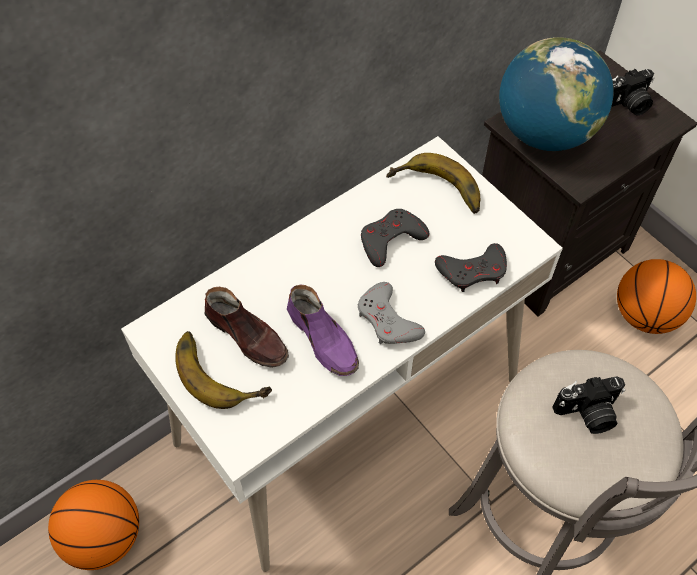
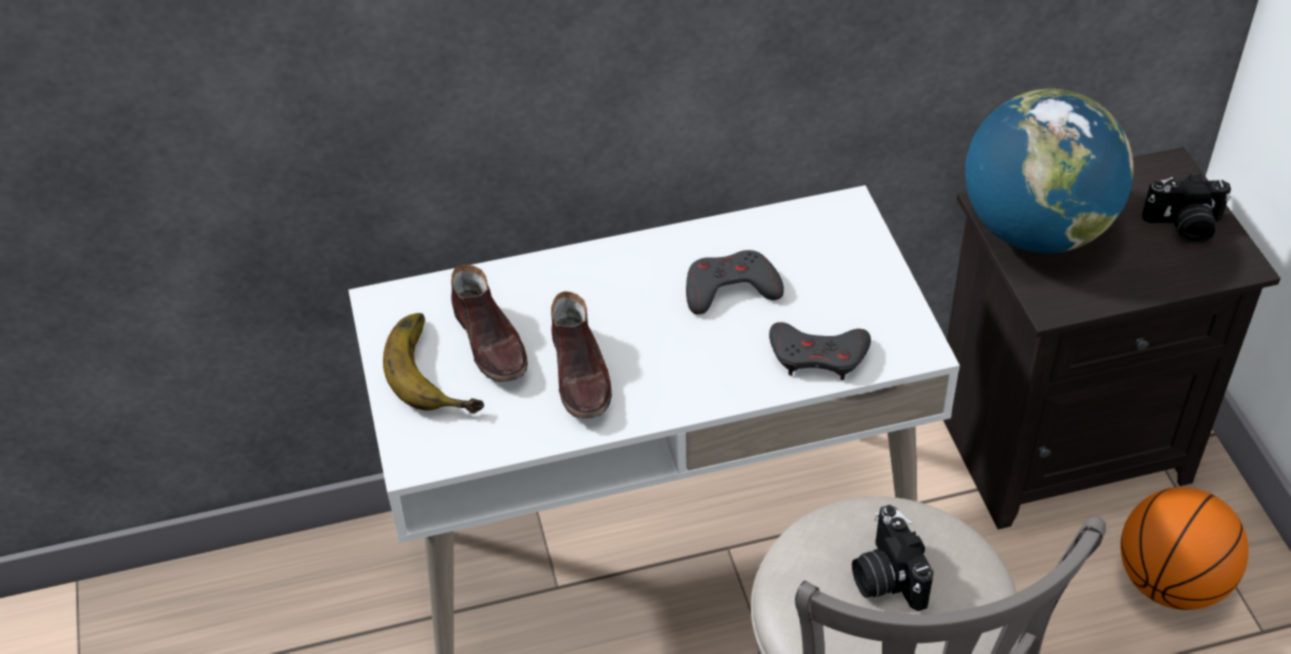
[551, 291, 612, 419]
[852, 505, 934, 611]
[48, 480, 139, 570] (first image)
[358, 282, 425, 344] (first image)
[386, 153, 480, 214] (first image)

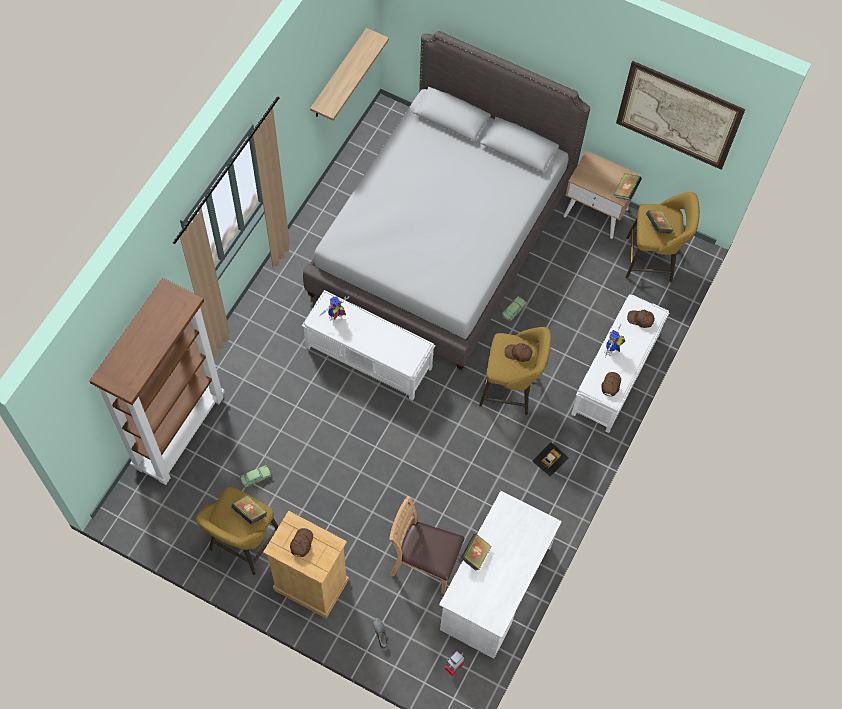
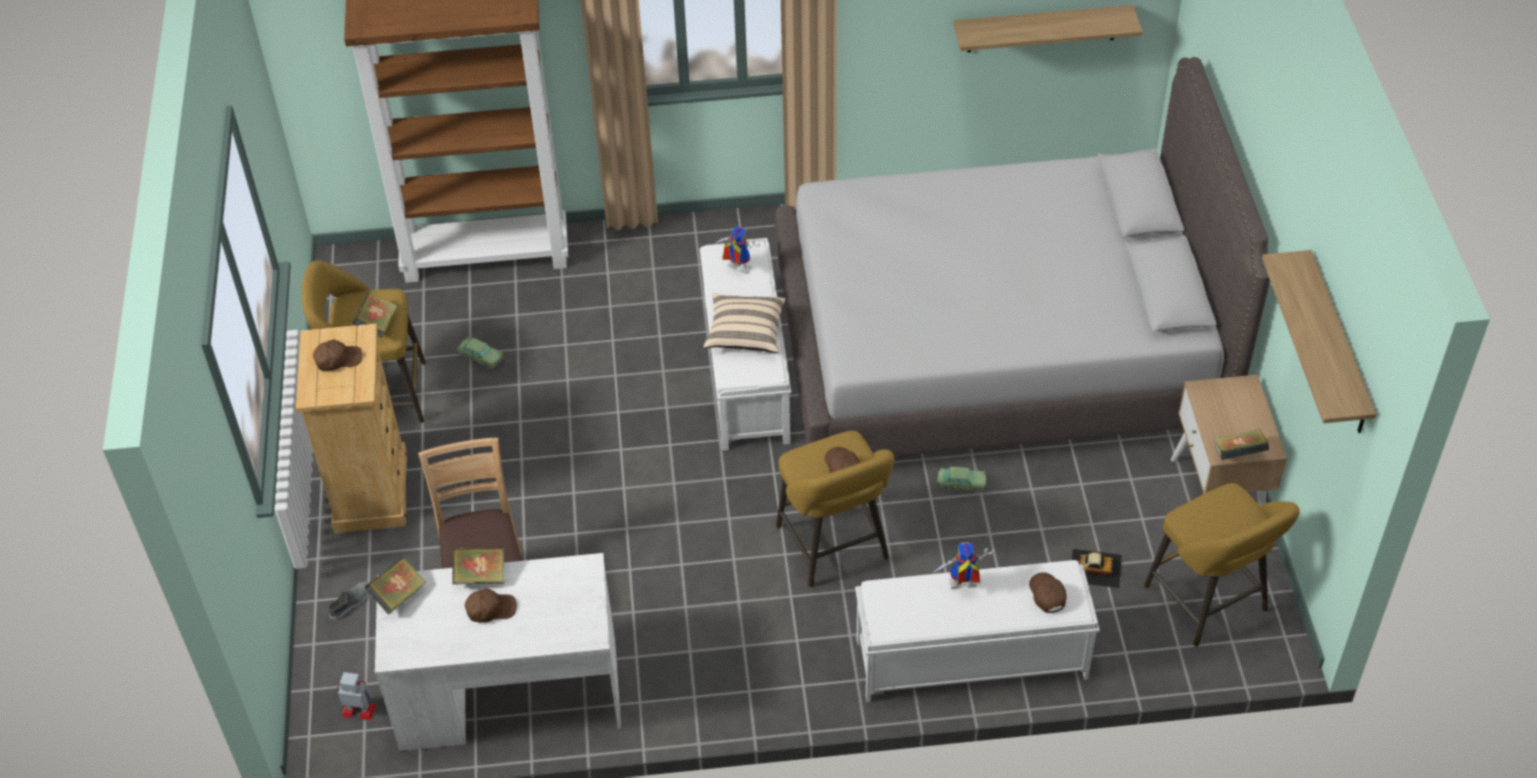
[365, 557, 427, 615]
[465, 589, 517, 623]
[703, 293, 786, 353]
[1072, 549, 1122, 588]
[1262, 250, 1377, 433]

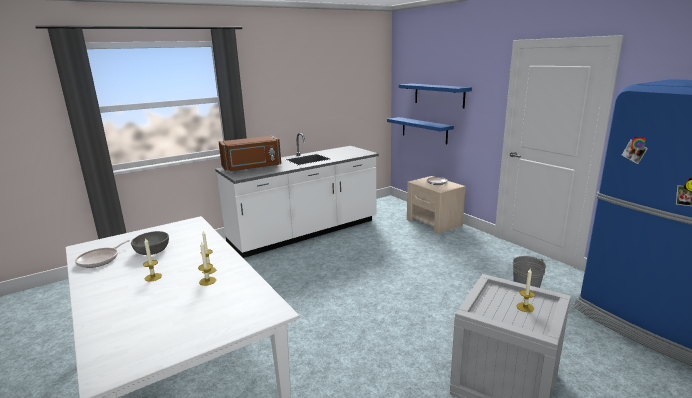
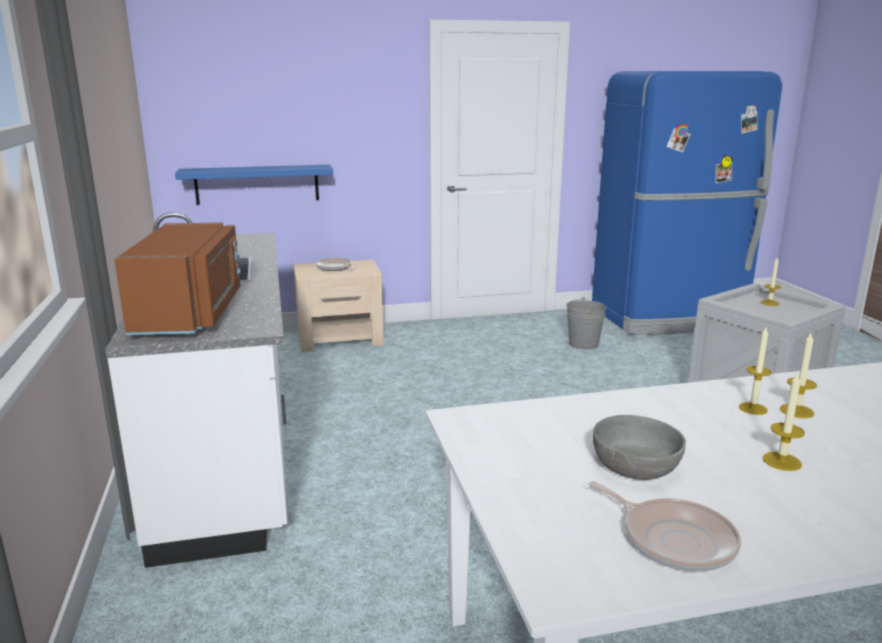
[399, 84, 472, 108] (first image)

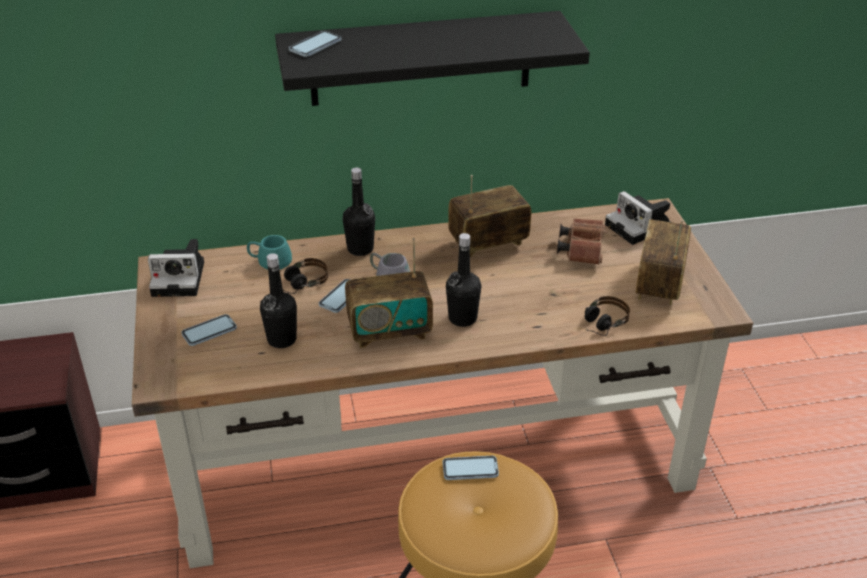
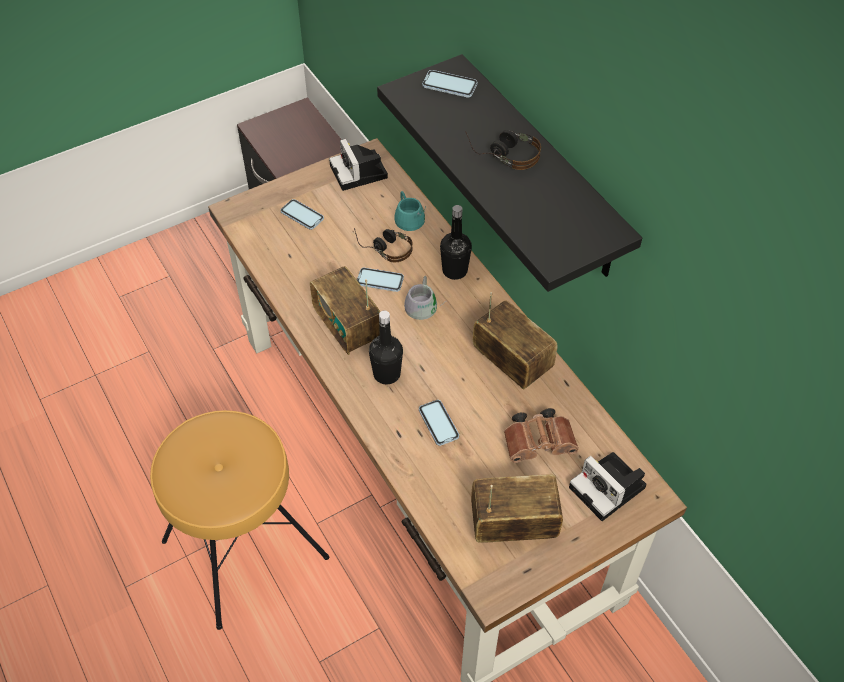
[419, 400, 459, 446]
[465, 130, 541, 170]
[569, 452, 647, 521]
[260, 253, 297, 348] (first image)

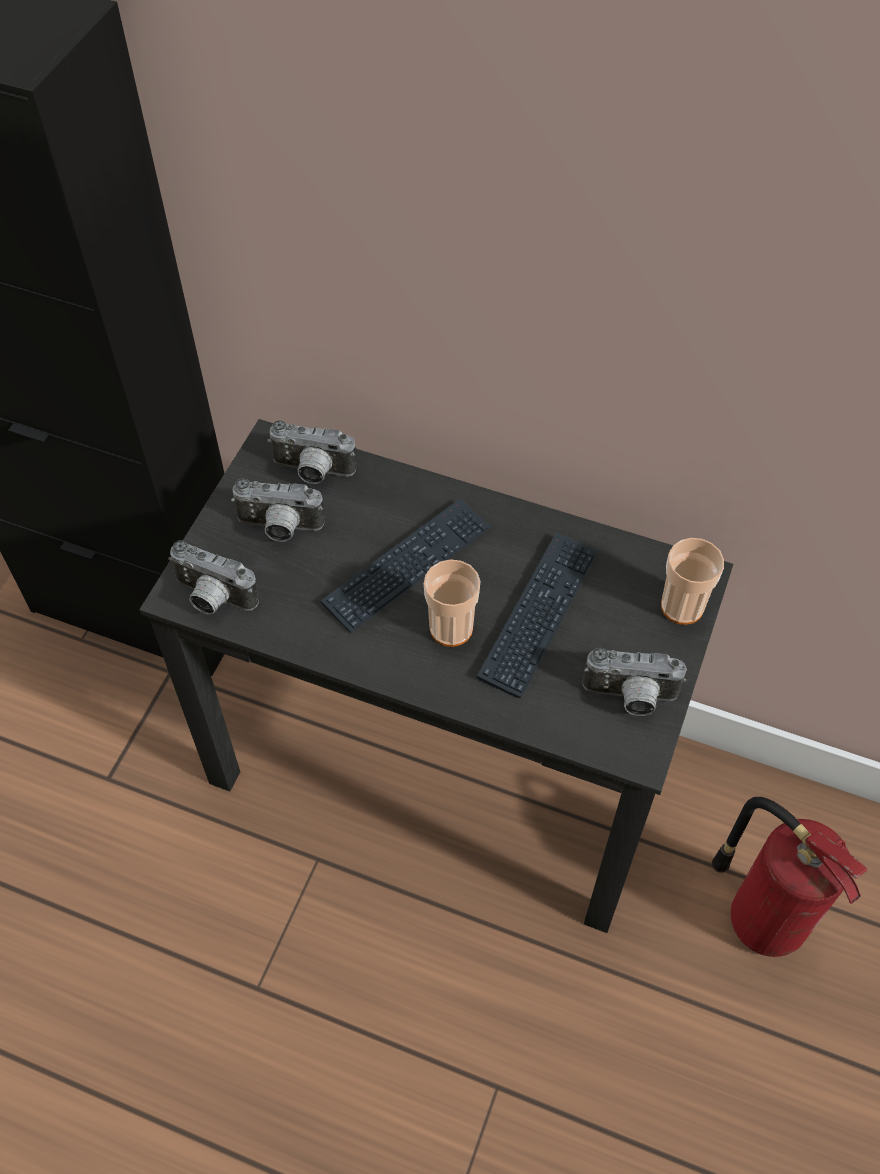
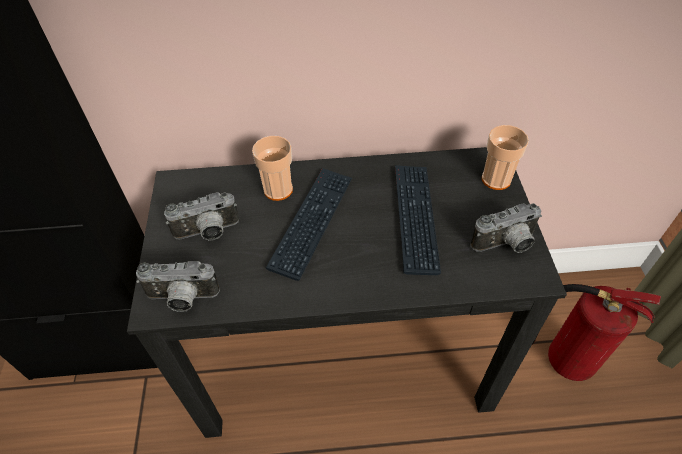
[252, 136, 293, 201]
[268, 420, 356, 484] (first image)

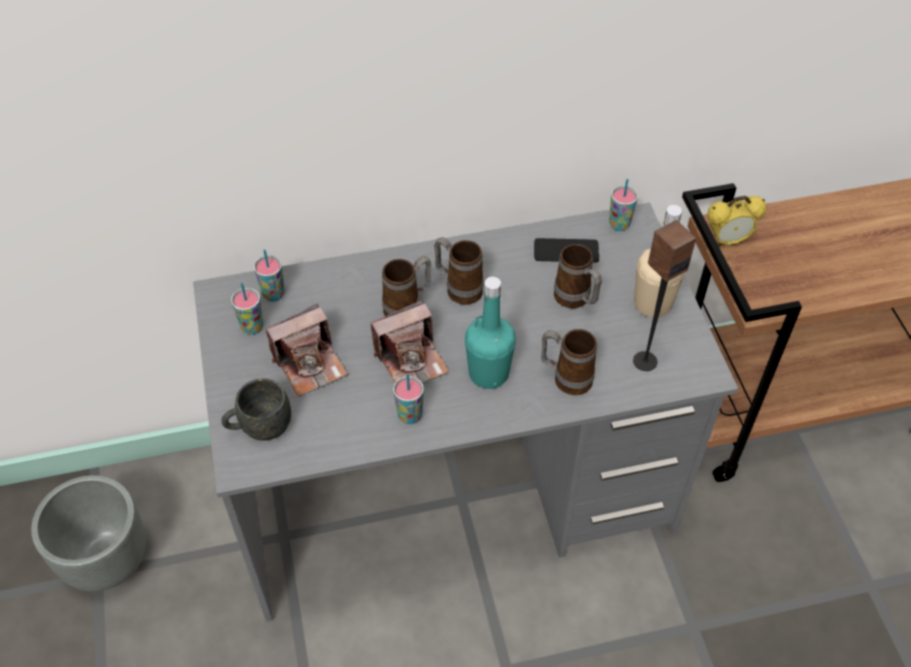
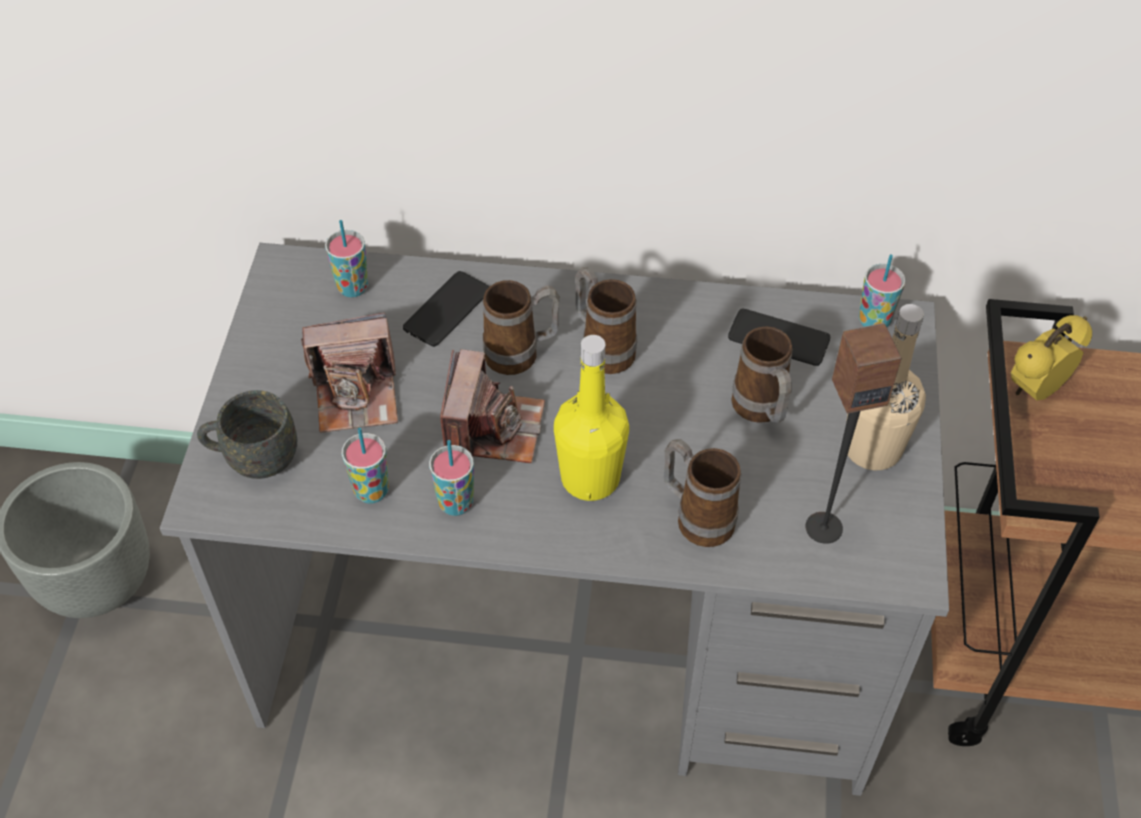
[342, 428, 389, 503]
[403, 271, 490, 347]
[440, 349, 545, 463]
[554, 335, 629, 501]
[1011, 315, 1092, 400]

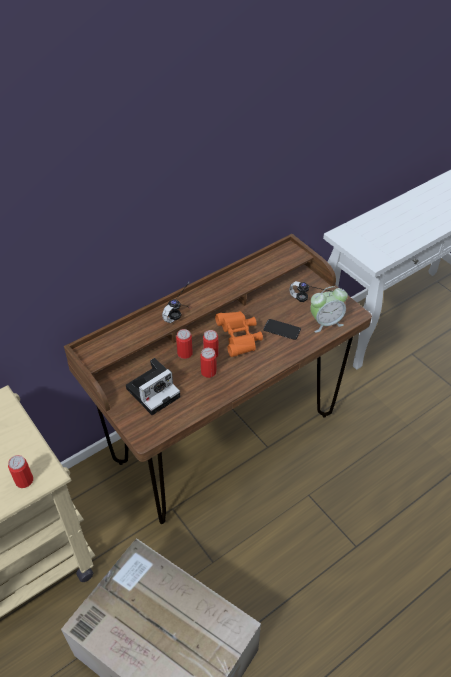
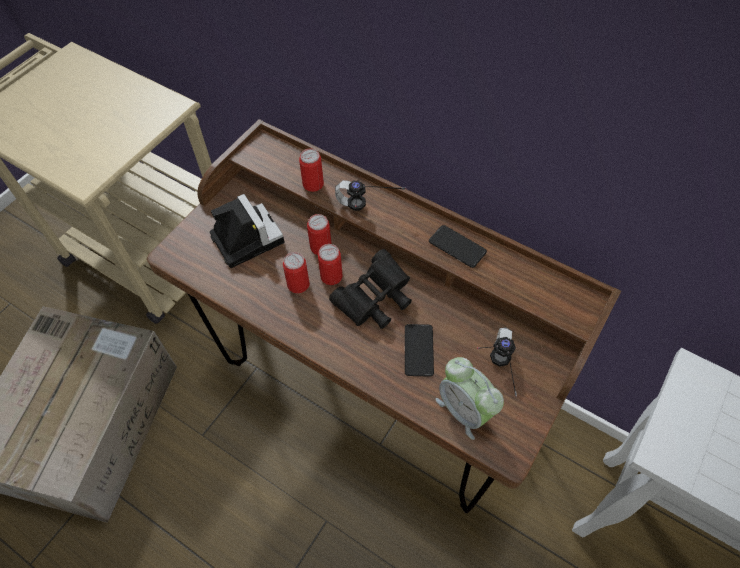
[210, 194, 285, 268]
[299, 149, 324, 192]
[329, 249, 412, 329]
[429, 225, 487, 268]

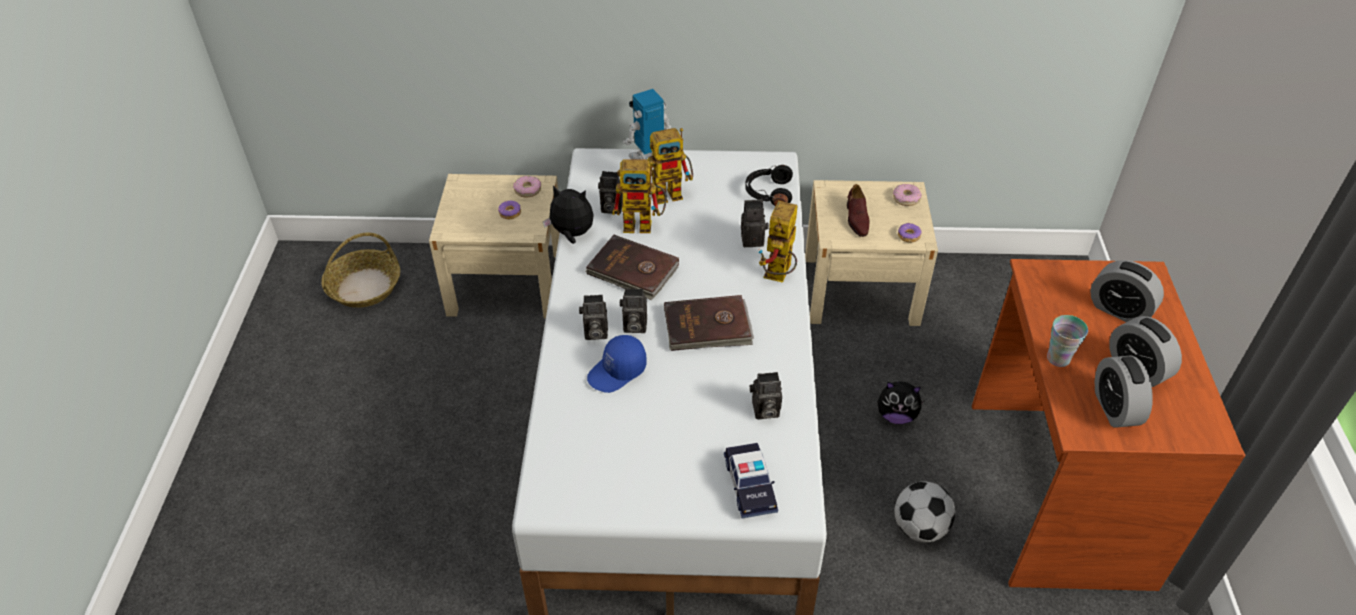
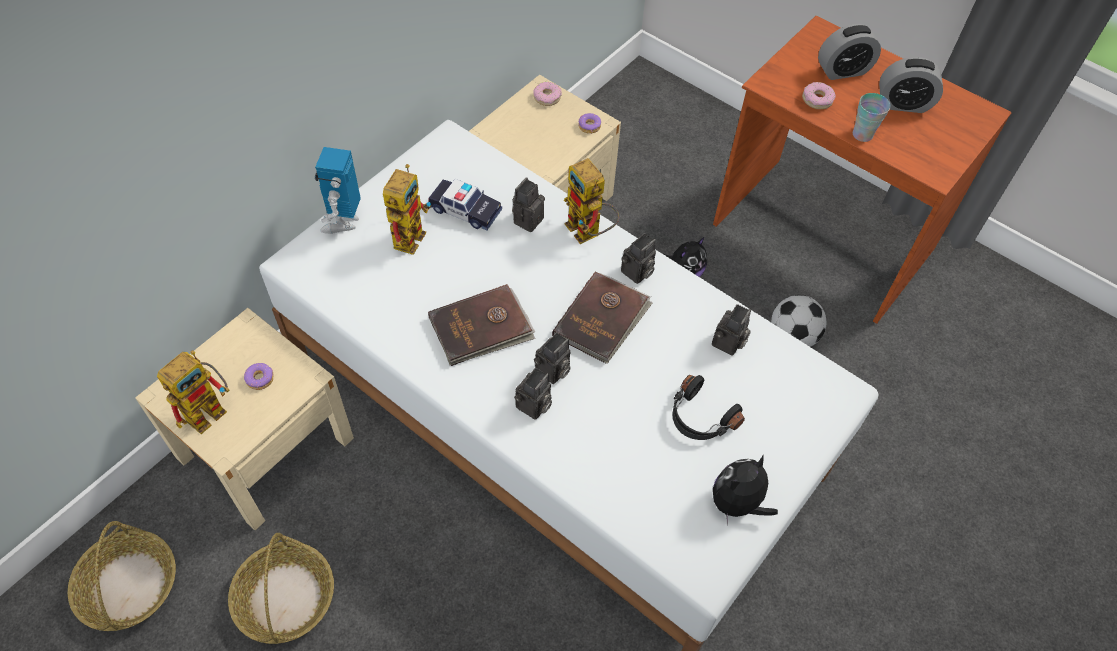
[157, 350, 230, 434]
[228, 533, 334, 644]
[428, 179, 502, 230]
[621, 233, 656, 284]
[672, 375, 745, 440]
[713, 455, 778, 524]
[802, 82, 836, 109]
[587, 335, 647, 393] (first image)
[847, 184, 869, 237] (first image)
[1095, 355, 1153, 427] (first image)

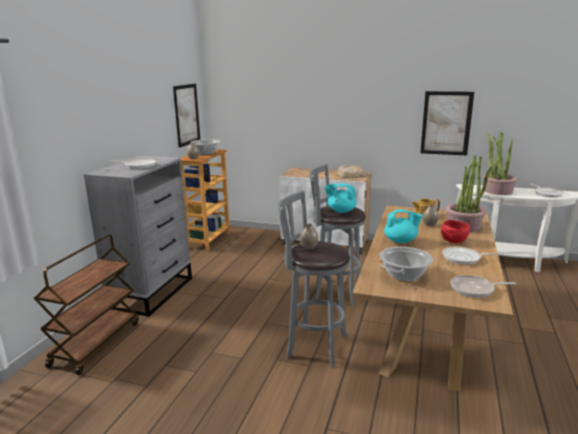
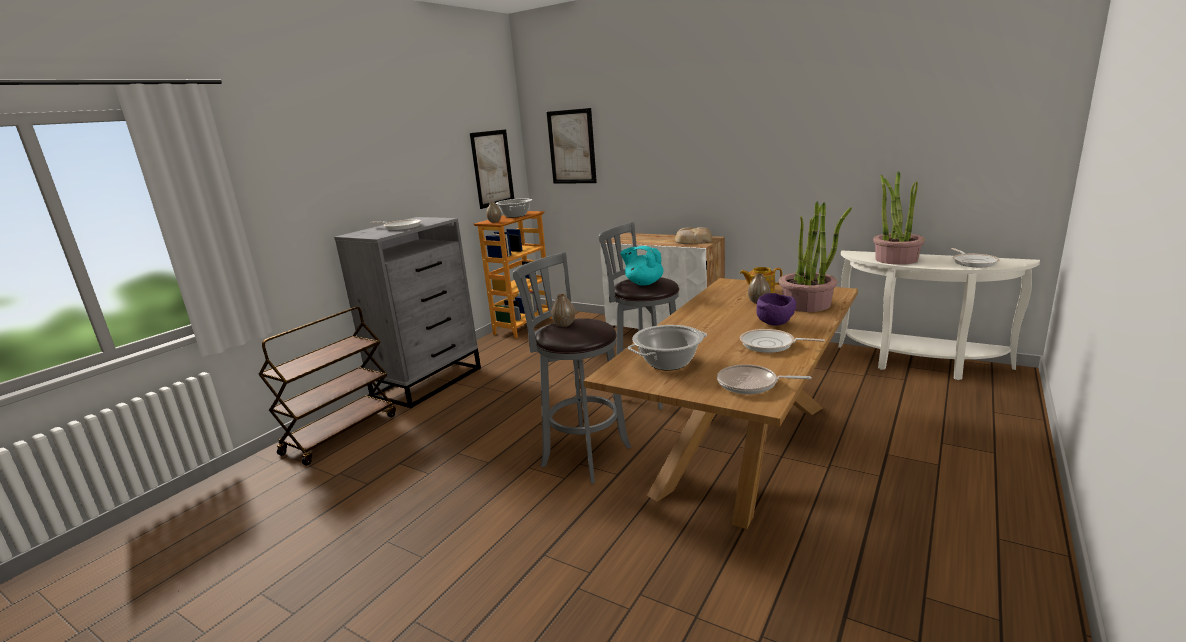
[547, 108, 597, 184]
[756, 293, 796, 326]
[384, 209, 423, 243] (first image)

